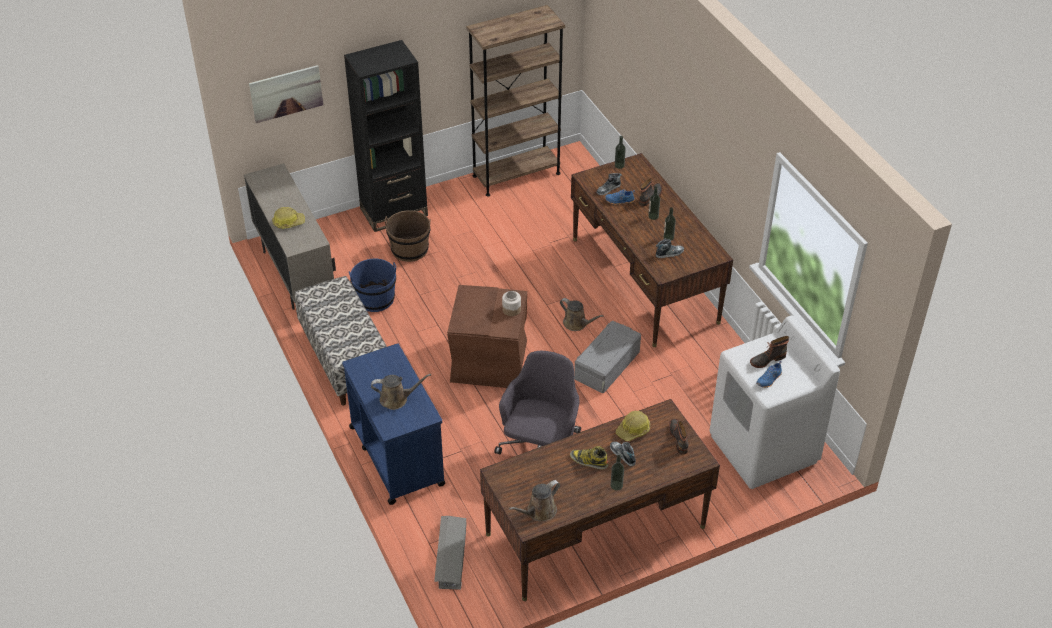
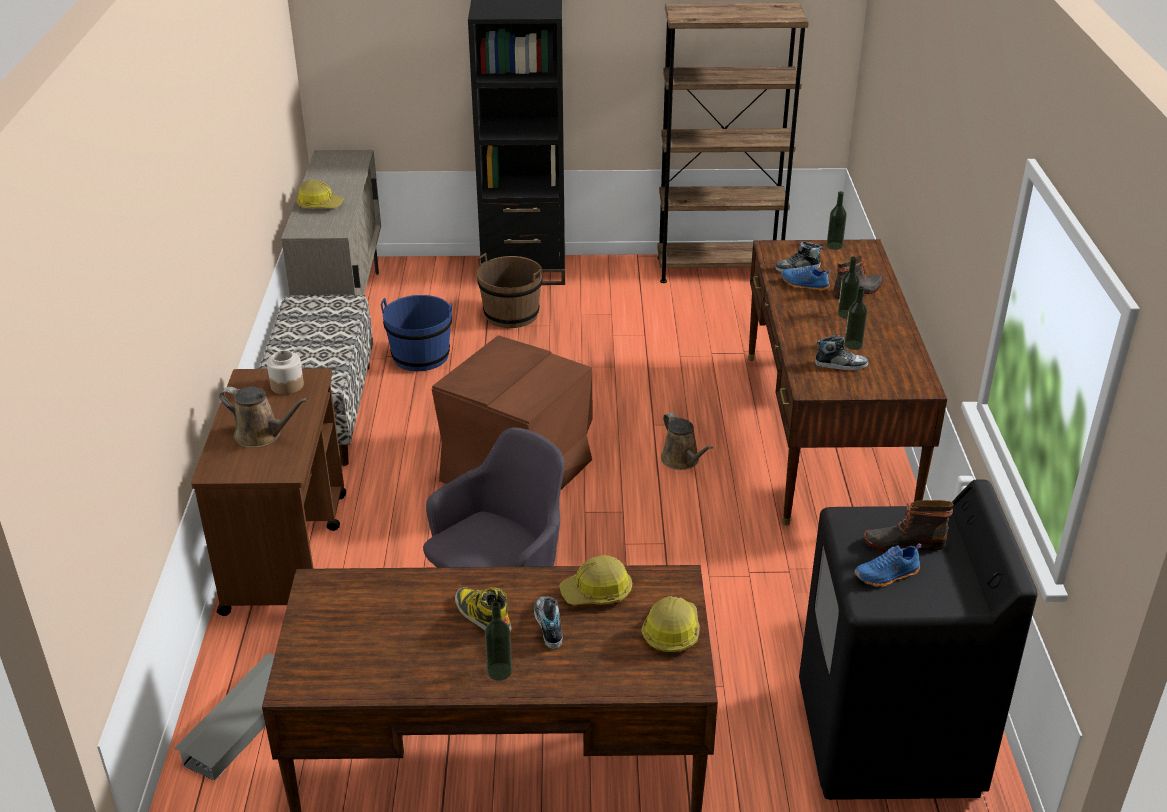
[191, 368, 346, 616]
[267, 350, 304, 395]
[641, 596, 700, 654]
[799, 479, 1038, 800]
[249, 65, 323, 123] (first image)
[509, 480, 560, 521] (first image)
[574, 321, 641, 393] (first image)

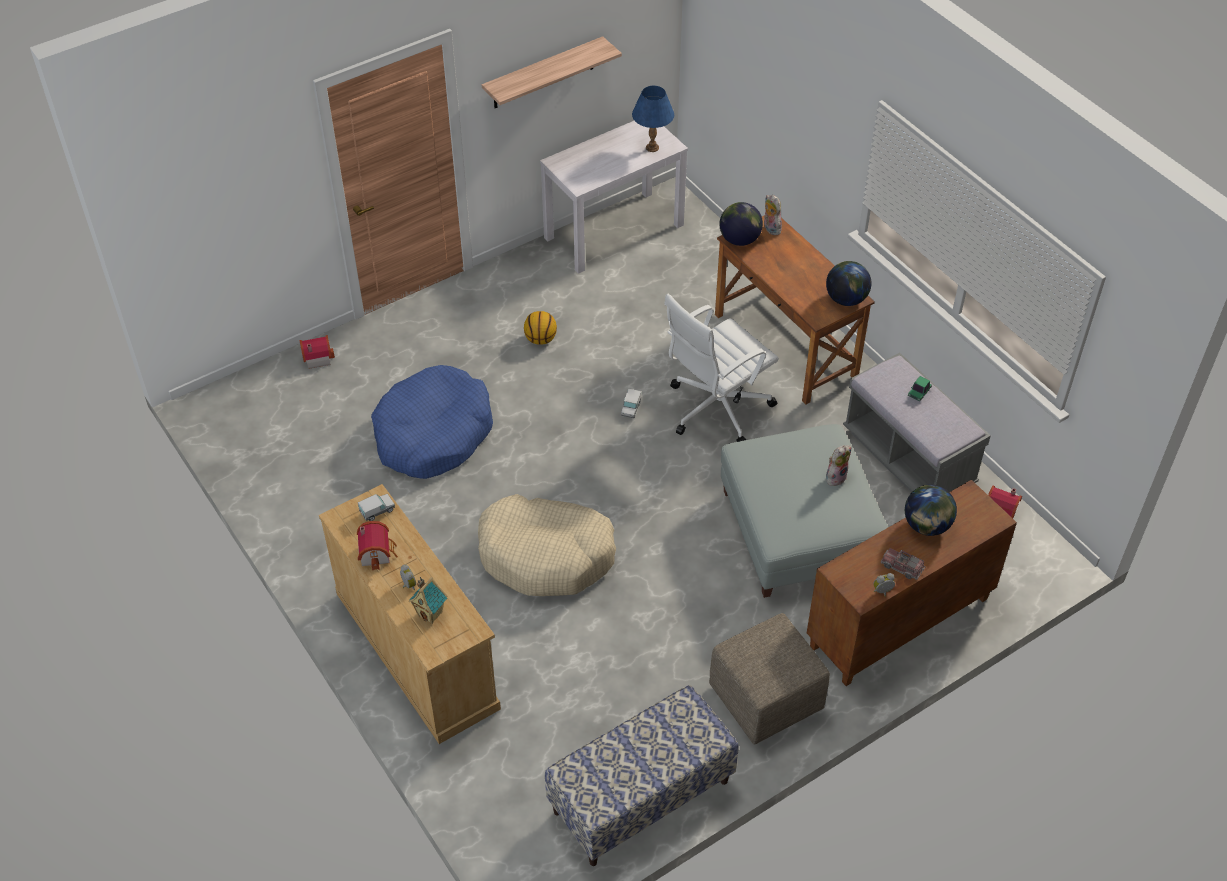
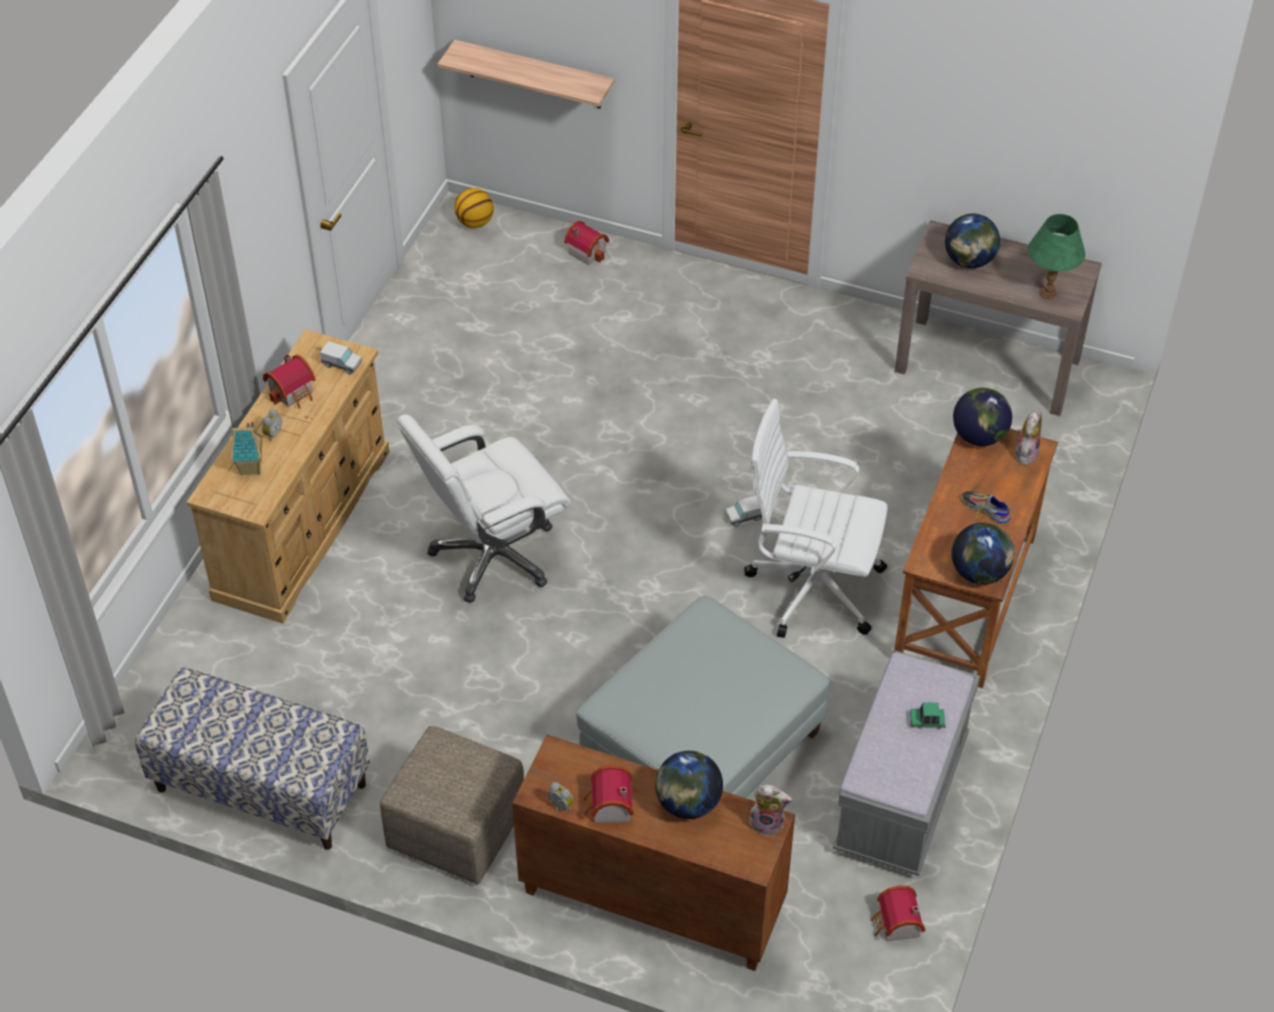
[397, 414, 571, 603]
[438, 40, 615, 108]
[454, 188, 494, 228]
[583, 765, 634, 823]
[749, 784, 792, 836]
[895, 220, 1102, 416]
[945, 214, 1000, 268]
[962, 491, 1011, 524]
[1028, 214, 1085, 299]
[371, 365, 493, 479] (first image)

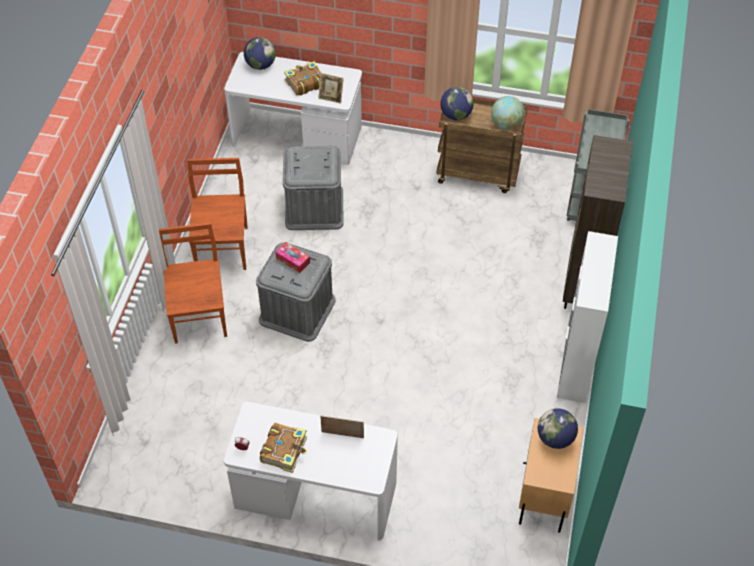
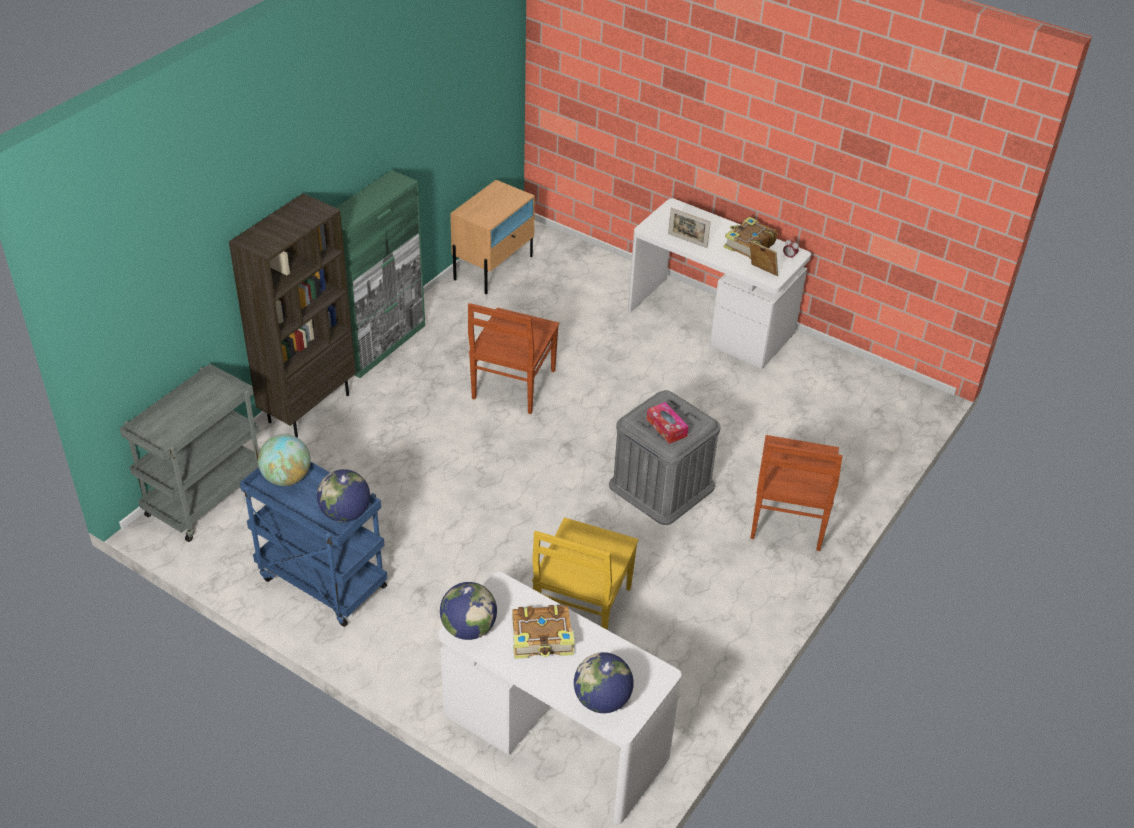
[240, 462, 387, 627]
[336, 170, 425, 378]
[440, 582, 497, 640]
[468, 303, 559, 414]
[532, 517, 639, 630]
[749, 240, 778, 276]

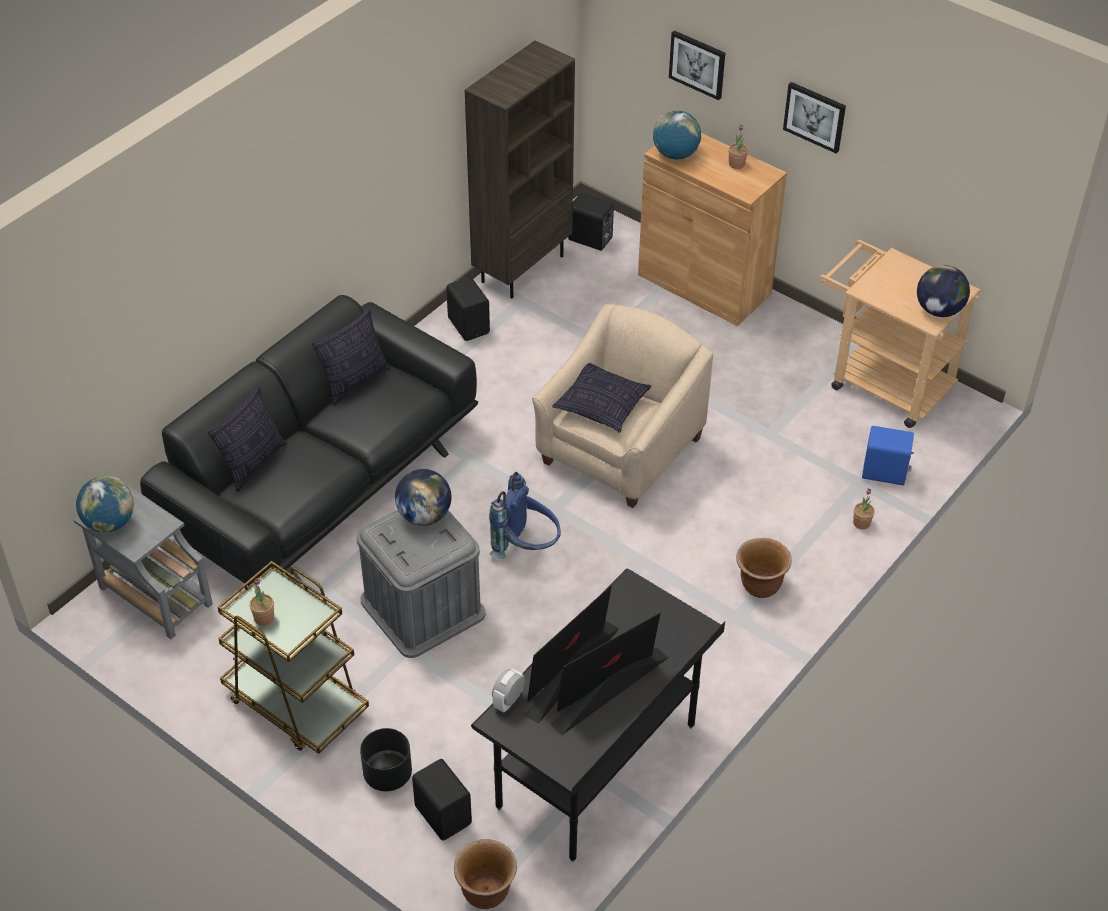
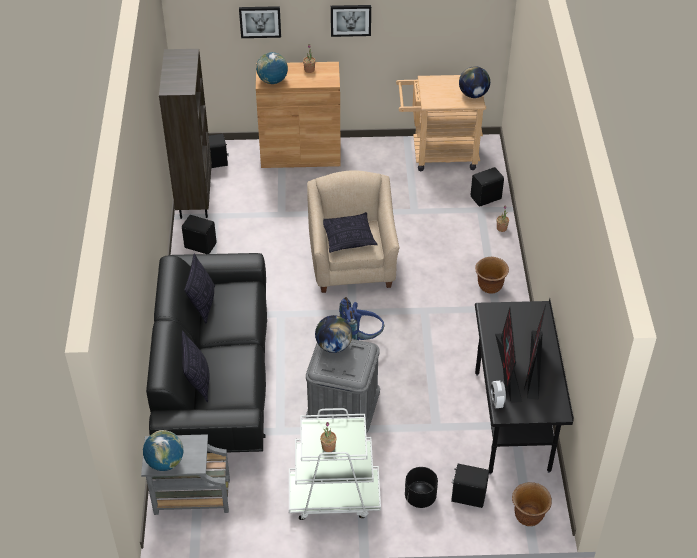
[289, 408, 381, 520]
[471, 167, 504, 207]

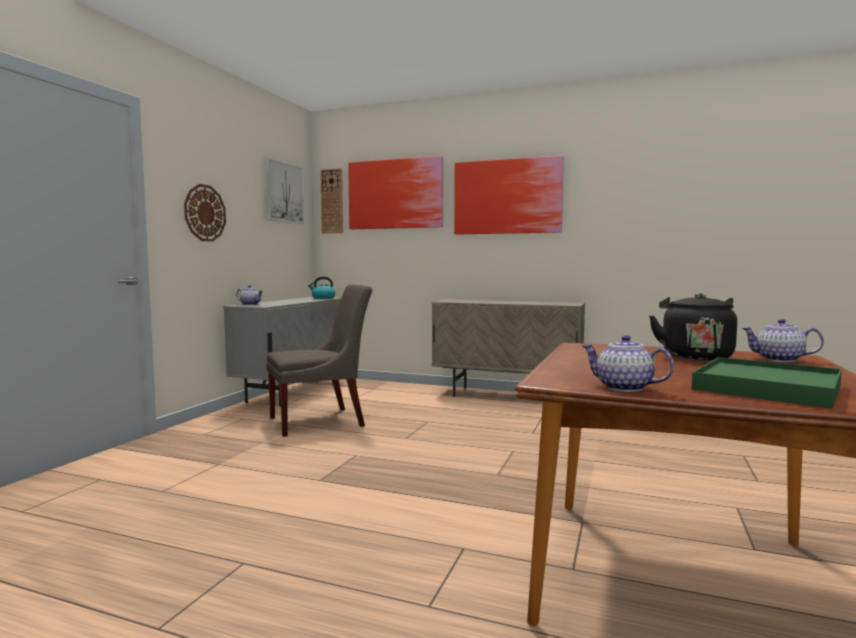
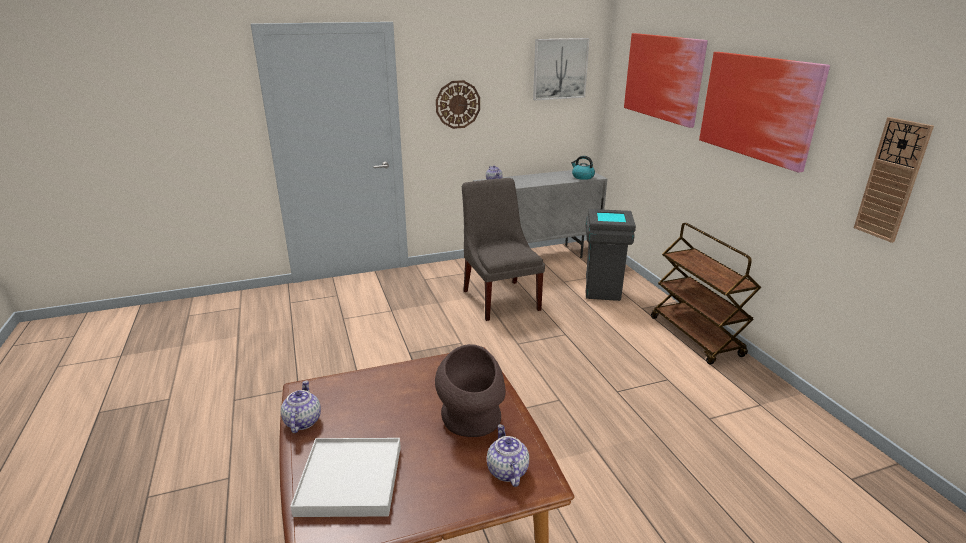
[290, 438, 401, 517]
[435, 344, 506, 437]
[462, 178, 545, 321]
[585, 209, 636, 301]
[651, 223, 761, 365]
[854, 117, 934, 243]

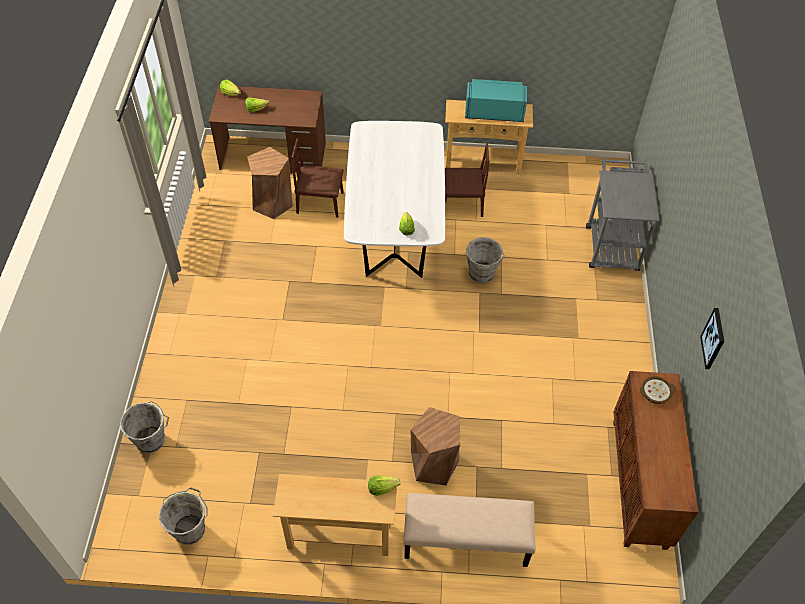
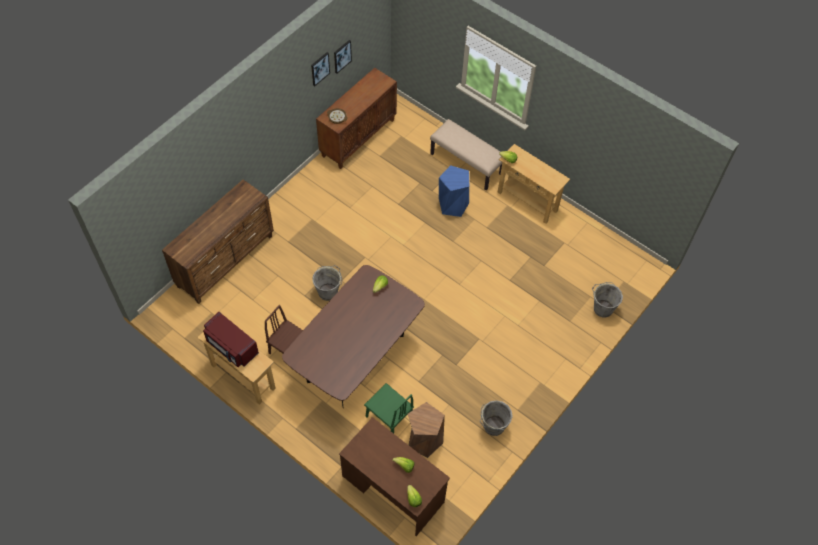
[162, 180, 274, 304]
[203, 312, 259, 367]
[282, 265, 425, 406]
[334, 40, 352, 74]
[364, 383, 414, 434]
[439, 165, 469, 217]
[480, 400, 513, 436]

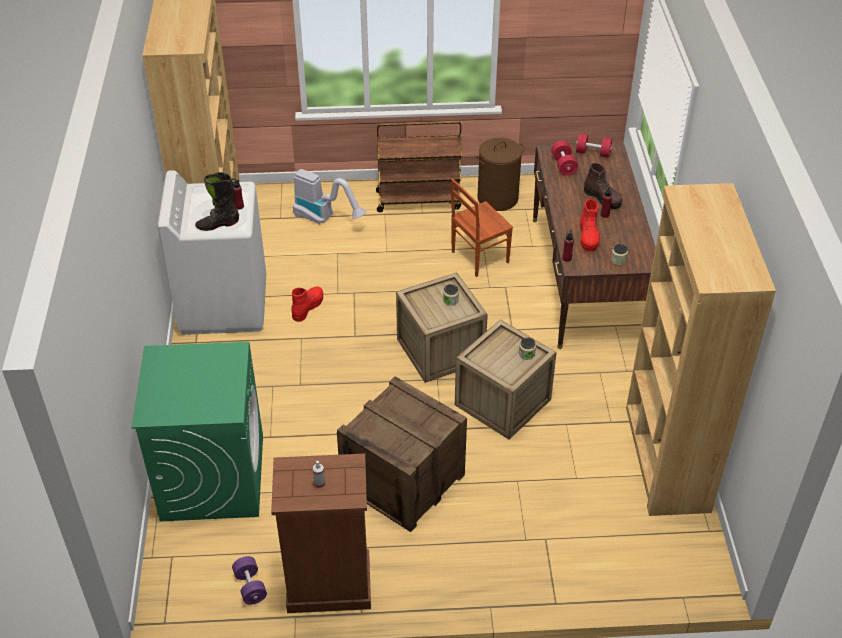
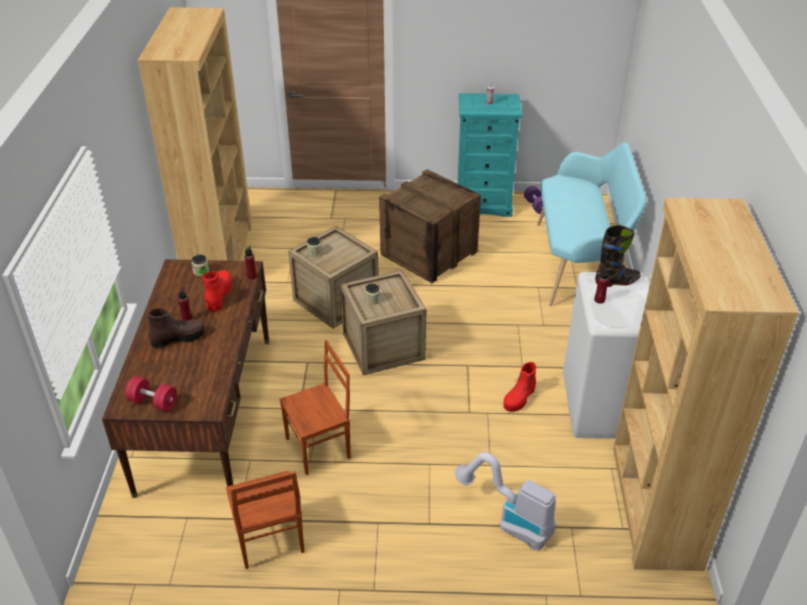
[148, 308, 204, 349]
[226, 471, 305, 569]
[457, 93, 522, 217]
[537, 143, 647, 306]
[376, 121, 462, 212] (first image)
[551, 140, 578, 176] (first image)

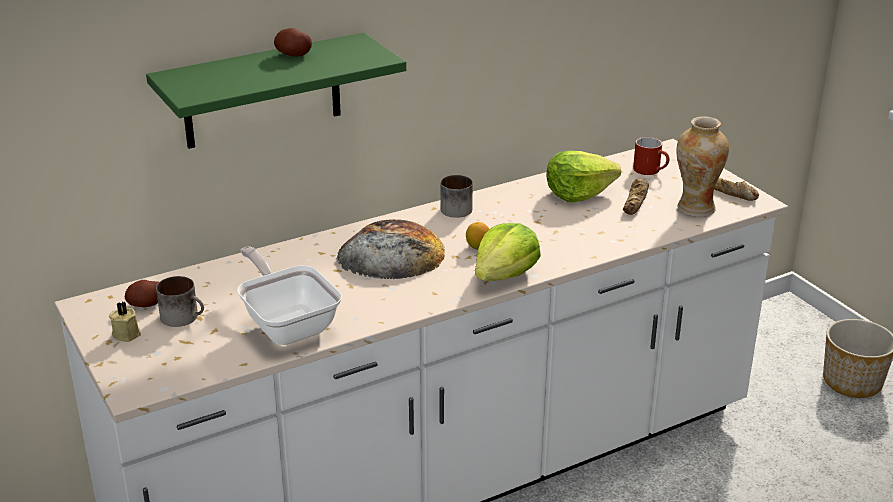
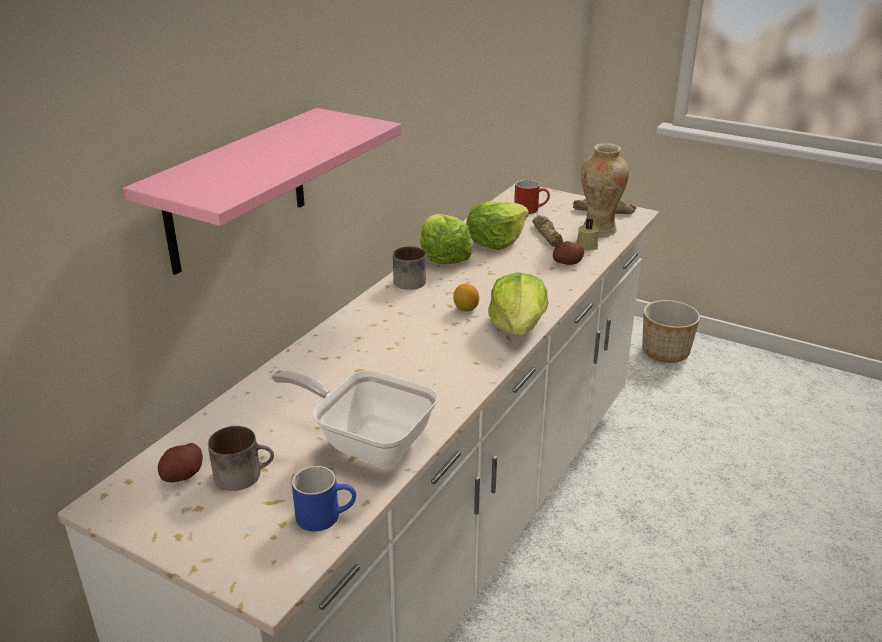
[123, 108, 401, 275]
[292, 466, 356, 531]
[420, 214, 473, 264]
[553, 241, 584, 265]
[576, 218, 599, 251]
[336, 219, 445, 279] (first image)

